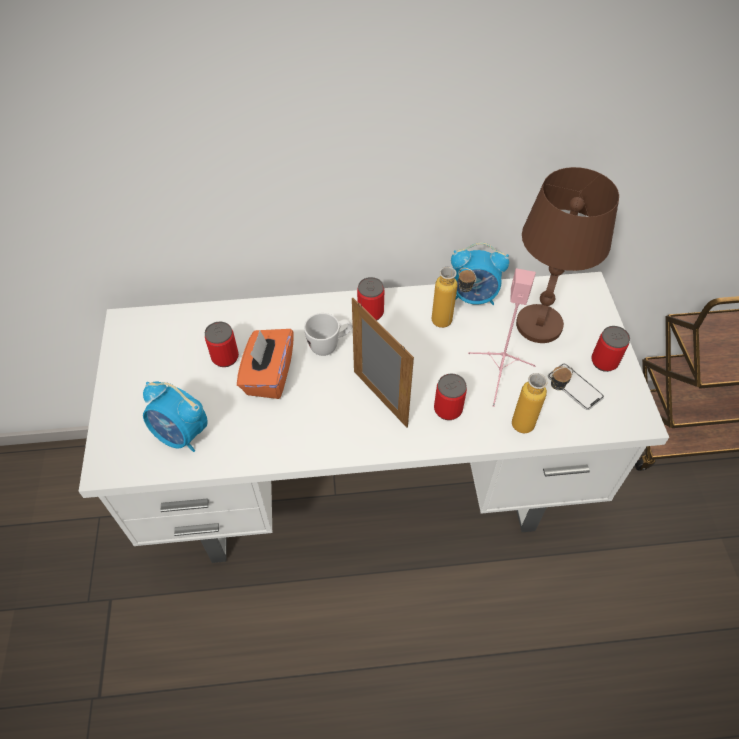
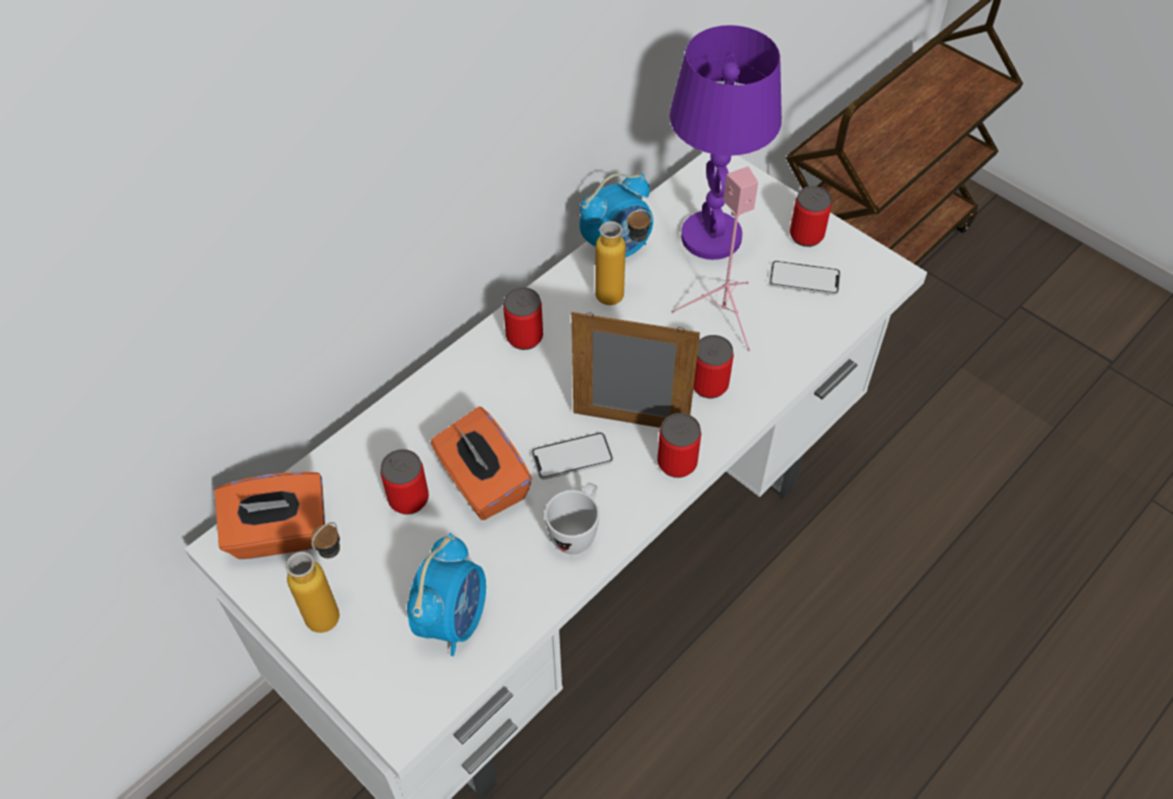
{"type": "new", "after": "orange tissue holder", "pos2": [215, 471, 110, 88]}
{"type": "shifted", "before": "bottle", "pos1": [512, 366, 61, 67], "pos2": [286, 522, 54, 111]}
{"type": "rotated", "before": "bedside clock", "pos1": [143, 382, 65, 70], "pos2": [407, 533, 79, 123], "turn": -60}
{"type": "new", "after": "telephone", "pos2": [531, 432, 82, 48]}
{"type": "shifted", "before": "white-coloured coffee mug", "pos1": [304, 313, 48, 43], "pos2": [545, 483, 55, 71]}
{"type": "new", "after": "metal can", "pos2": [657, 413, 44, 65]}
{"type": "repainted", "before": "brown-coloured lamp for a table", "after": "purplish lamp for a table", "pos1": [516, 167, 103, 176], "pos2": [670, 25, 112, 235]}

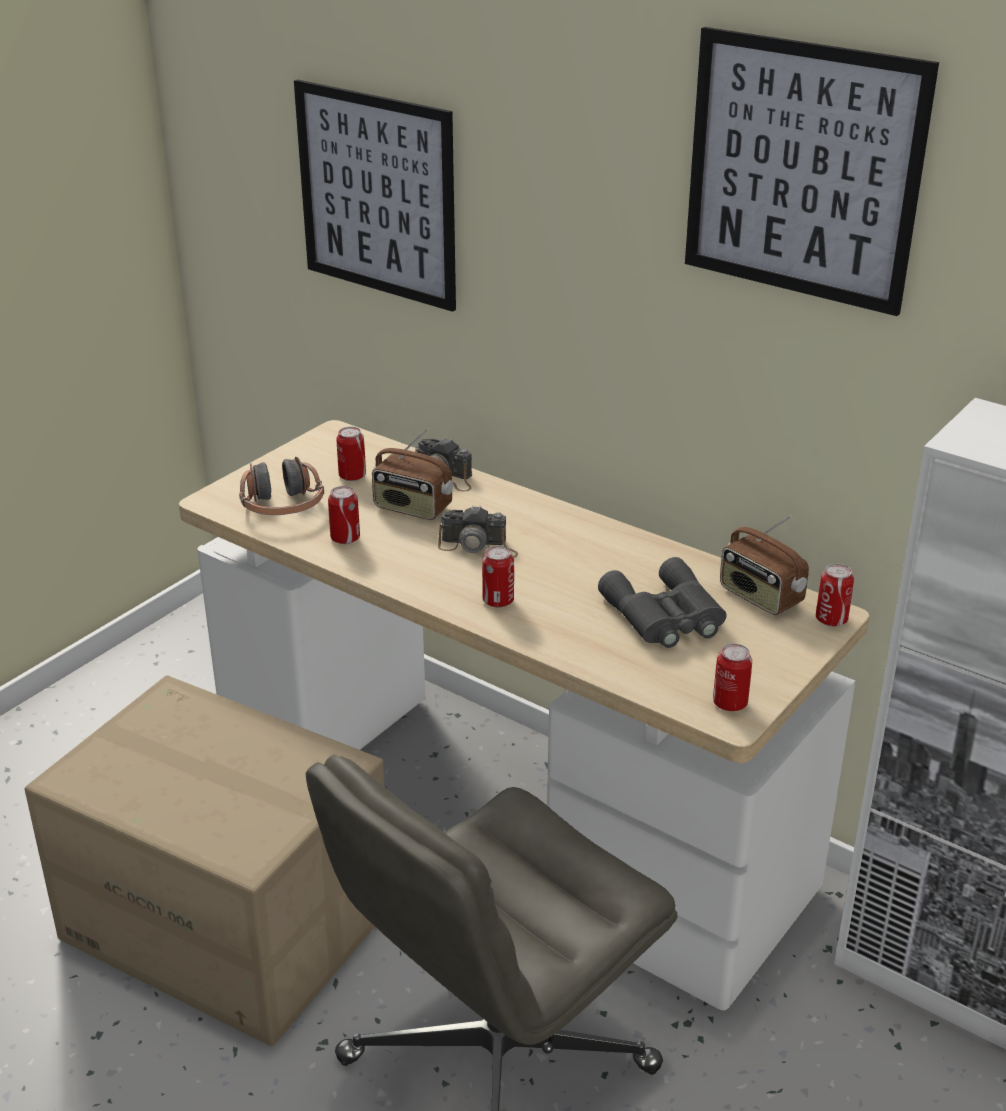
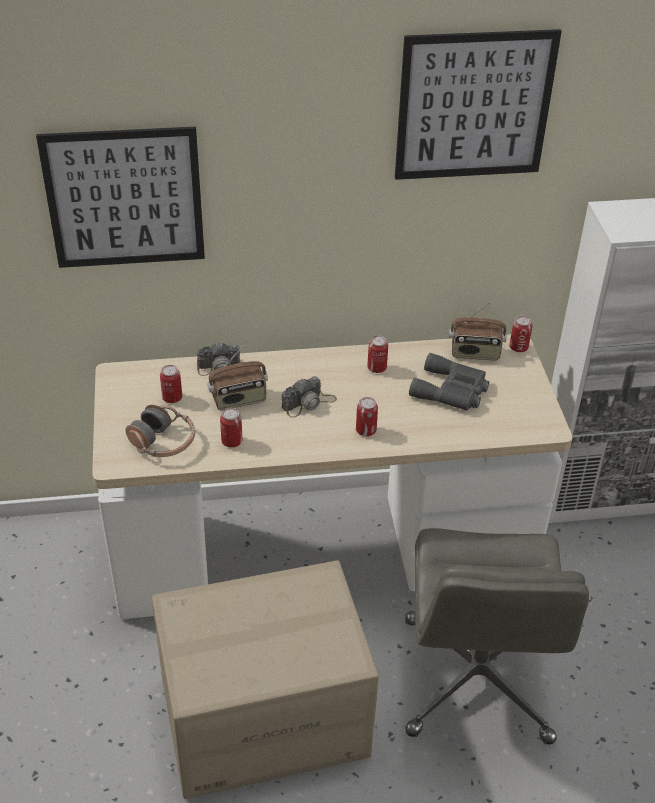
{"type": "shifted", "before": "metal can", "pos1": [713, 644, 39, 67], "pos2": [367, 336, 21, 37]}

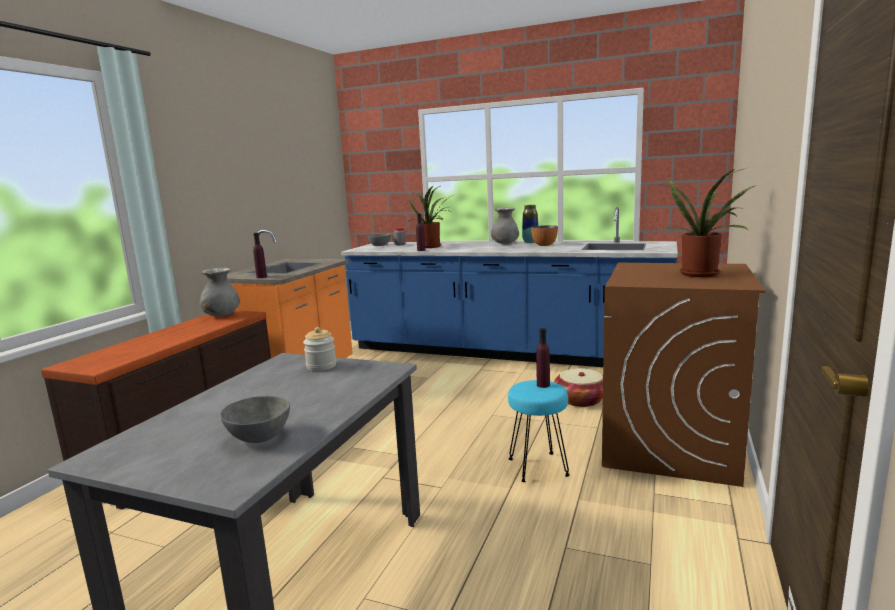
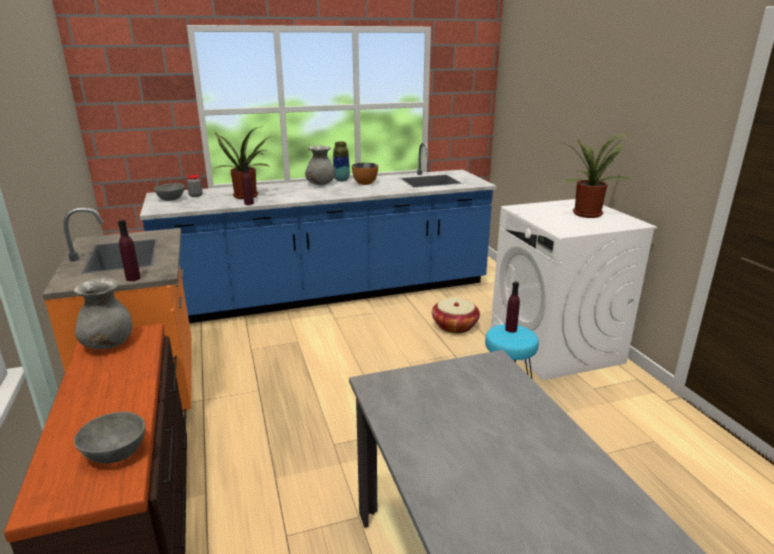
{"type": "shifted", "before": "gray deep dish", "pos1": [220, 396, 70, 47], "pos2": [74, 412, 71, 51]}
{"type": "repainted", "before": "brown-coloured laundry machine", "after": "white-coloured laundry machine", "pos1": [602, 263, 163, 224], "pos2": [491, 199, 166, 181]}
{"type": "gone", "before": "preserve jar", "pos1": [303, 327, 33, 44]}

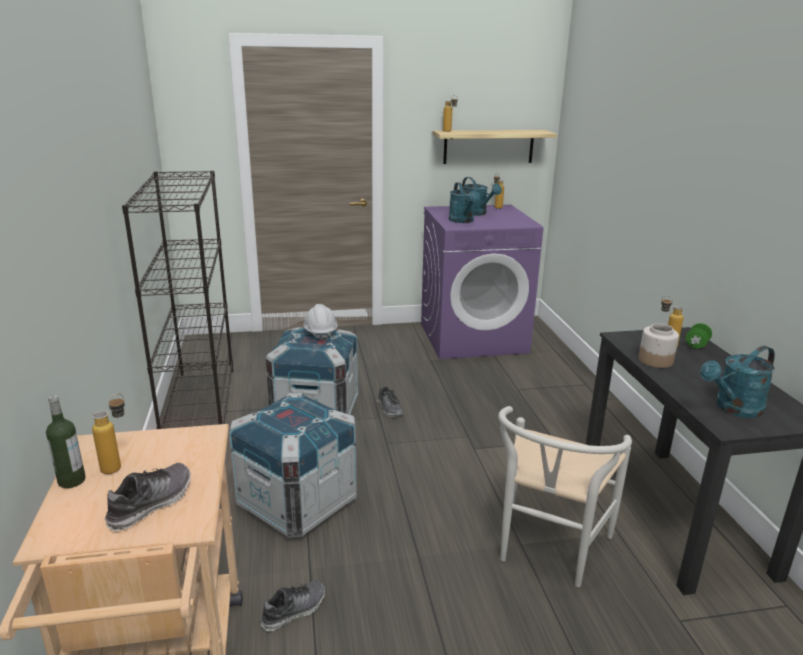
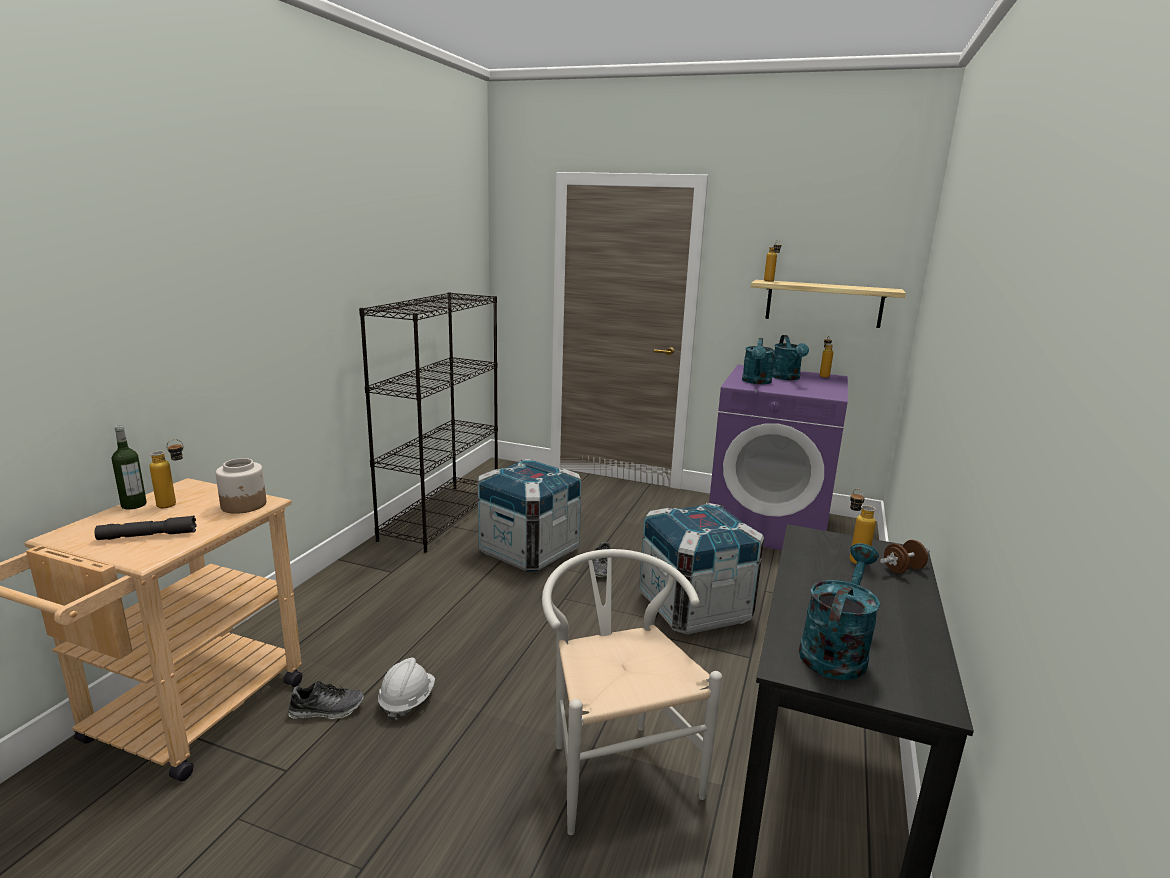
{"type": "swapped", "before": "low shoe", "after": "gray flashlight", "pos1": [105, 463, 86, 68], "pos2": [95, 516, 101, 24]}
{"type": "shifted", "before": "preserve jar", "pos1": [639, 323, 40, 45], "pos2": [216, 458, 50, 56]}
{"type": "shifted", "before": "white-coloured hard hat", "pos1": [304, 304, 34, 37], "pos2": [378, 658, 57, 63]}
{"type": "rotated", "before": "white-coloured plain chair", "pos1": [498, 406, 134, 181], "pos2": [542, 549, 180, 286], "turn": 105}
{"type": "shifted", "before": "shipping crate", "pos1": [229, 393, 128, 145], "pos2": [639, 503, 125, 132]}
{"type": "rotated", "before": "turquoise watering pot", "pos1": [700, 346, 75, 72], "pos2": [799, 543, 81, 137], "turn": 120}
{"type": "repainted", "before": "green-coloured dumbbell", "after": "brown-coloured dumbbell", "pos1": [686, 323, 26, 26], "pos2": [880, 540, 50, 33]}

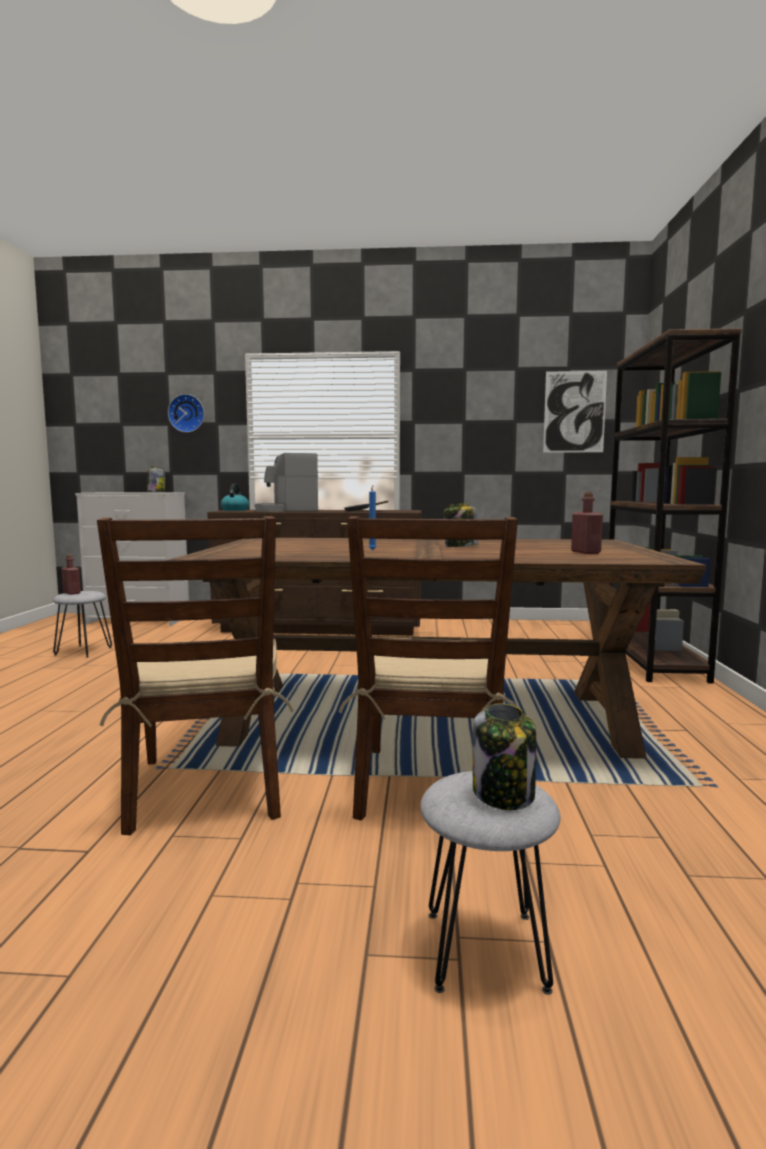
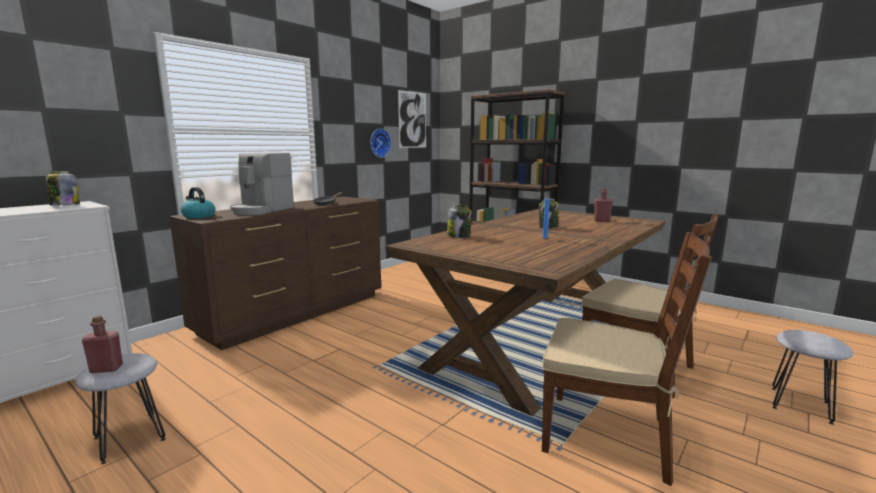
{"type": "shifted", "before": "clock on the wall", "pos1": [168, 394, 36, 39], "pos2": [370, 128, 21, 30]}
{"type": "shifted", "before": "preserve jar", "pos1": [473, 703, 63, 107], "pos2": [447, 205, 25, 33]}

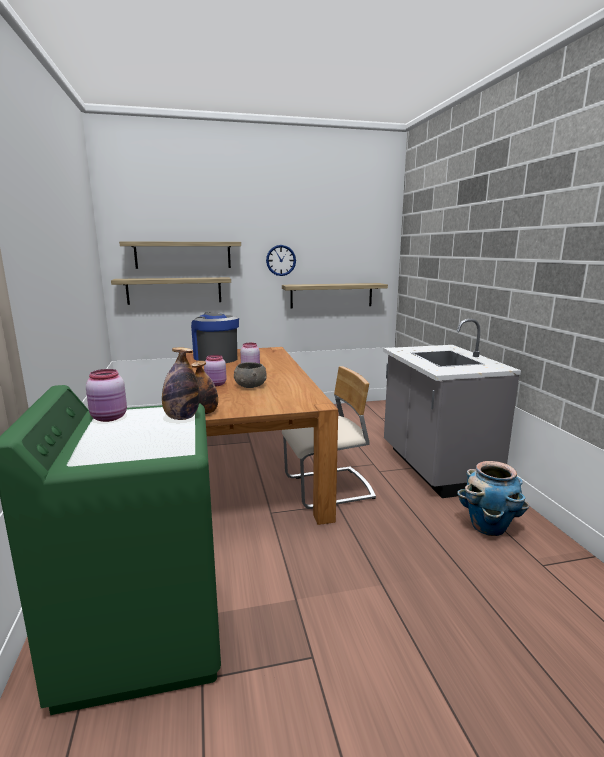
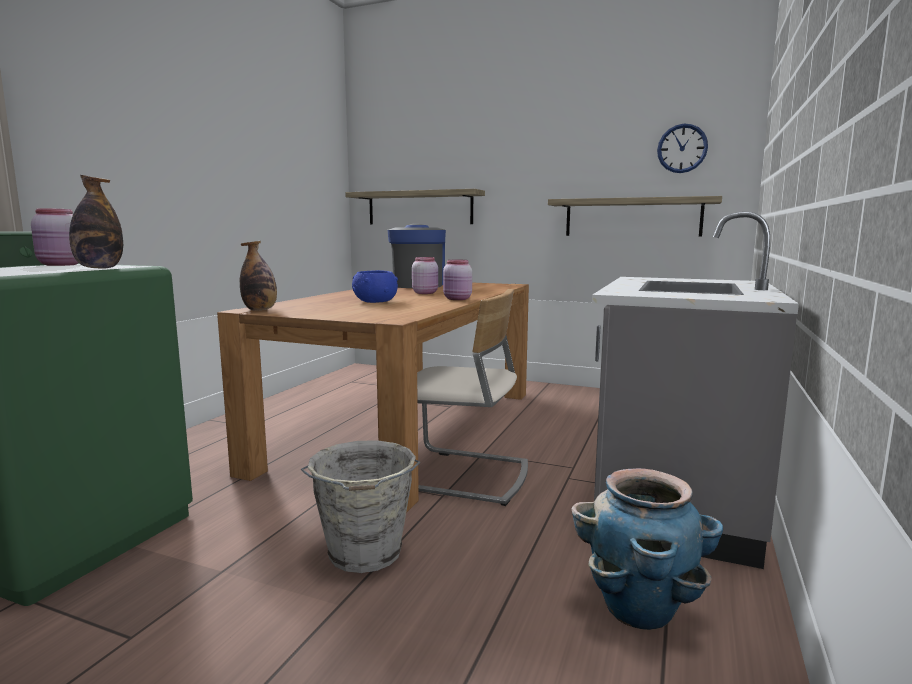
{"type": "new", "after": "gray water bucket", "pos2": [301, 440, 119, 133]}
{"type": "repainted", "before": "gray deep dish", "after": "bluish deep dish", "pos1": [234, 362, 33, 26], "pos2": [352, 270, 46, 33]}
{"type": "shifted", "before": "pinkish preserve jar", "pos1": [204, 355, 22, 32], "pos2": [443, 260, 29, 40]}
{"type": "shifted", "before": "clock on the wall", "pos1": [266, 245, 30, 31], "pos2": [657, 124, 51, 49]}
{"type": "gone", "before": "shelf", "pos1": [119, 241, 122, 28]}

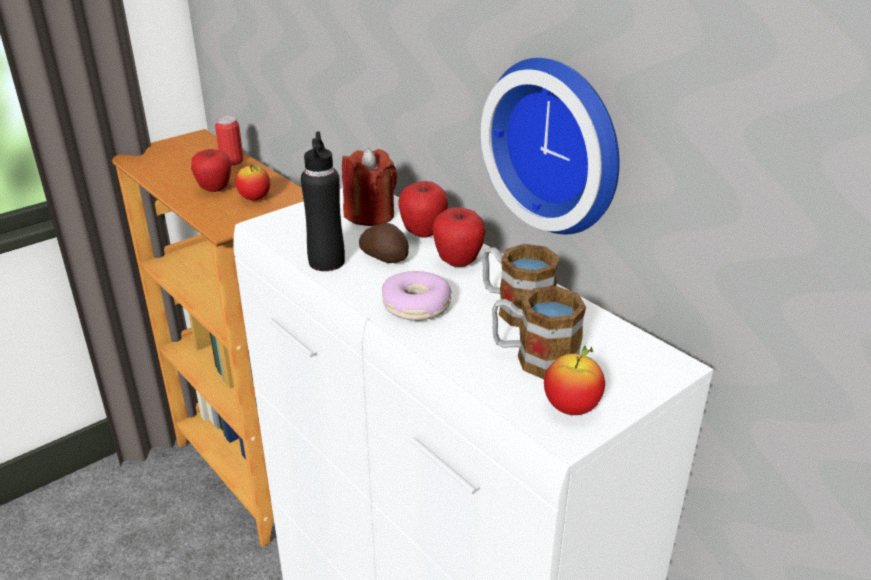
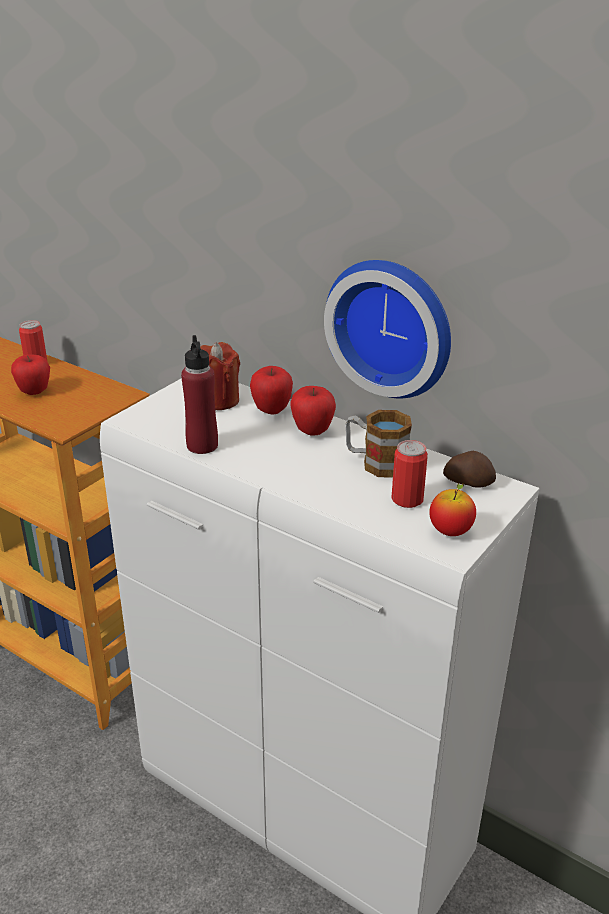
{"type": "repainted", "before": "black-coloured bottle", "after": "red bottle", "pos1": [301, 131, 44, 140], "pos2": [181, 335, 37, 119]}
{"type": "swapped", "before": "coffee mug", "after": "metal can", "pos1": [492, 286, 94, 93], "pos2": [391, 440, 37, 68]}
{"type": "shifted", "before": "whole potato", "pos1": [359, 223, 50, 40], "pos2": [443, 451, 53, 37]}
{"type": "gone", "before": "whole apple", "pos1": [235, 164, 35, 36]}
{"type": "gone", "before": "ring doughnut", "pos1": [382, 271, 70, 50]}

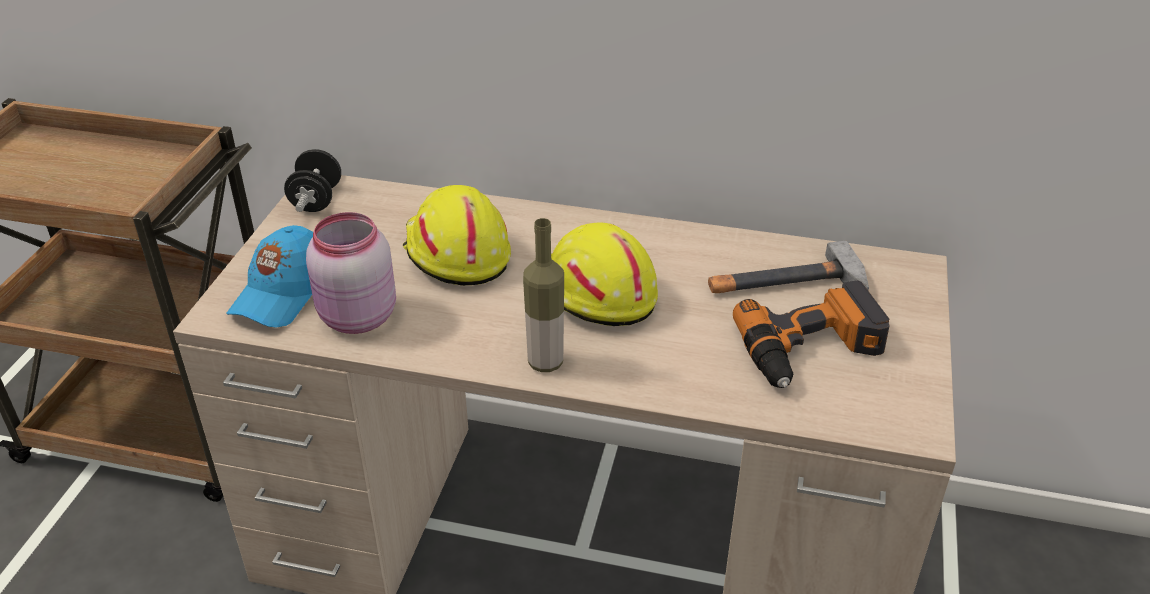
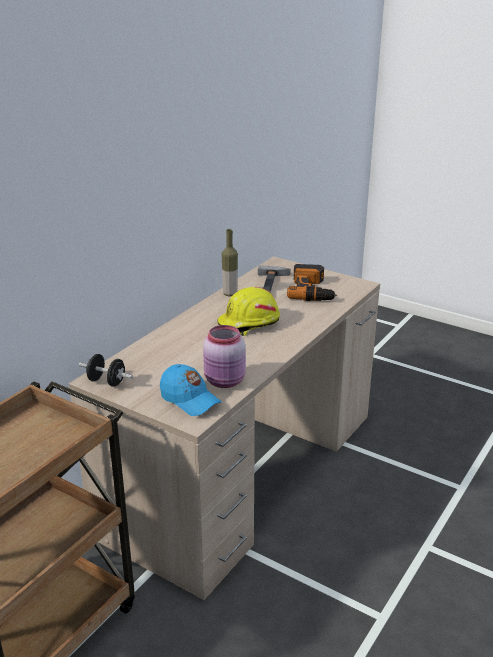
{"type": "shifted", "before": "bottle", "pos1": [523, 218, 41, 154], "pos2": [222, 229, 16, 68]}
{"type": "gone", "before": "yellow-coloured hard hat", "pos1": [403, 185, 108, 101]}

